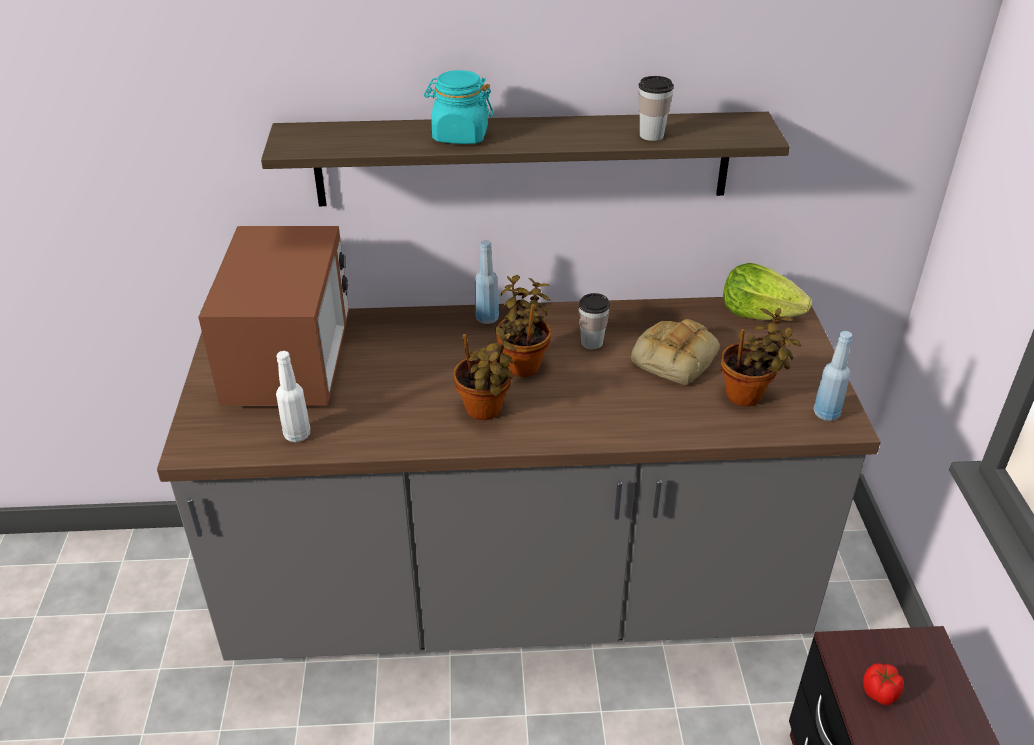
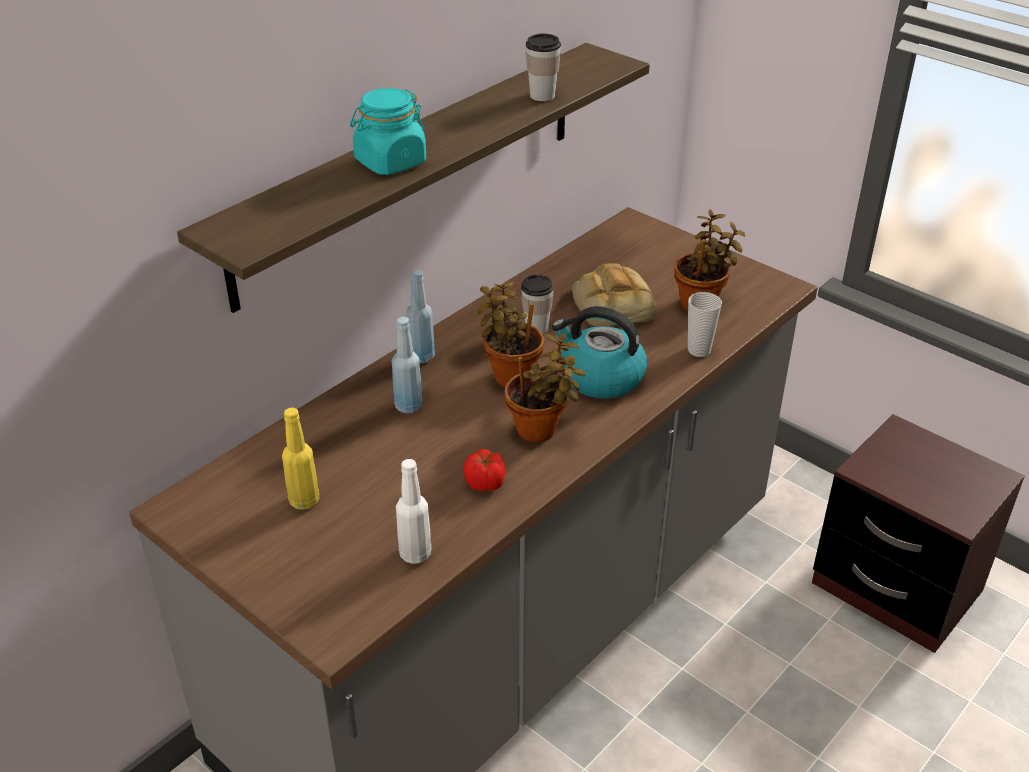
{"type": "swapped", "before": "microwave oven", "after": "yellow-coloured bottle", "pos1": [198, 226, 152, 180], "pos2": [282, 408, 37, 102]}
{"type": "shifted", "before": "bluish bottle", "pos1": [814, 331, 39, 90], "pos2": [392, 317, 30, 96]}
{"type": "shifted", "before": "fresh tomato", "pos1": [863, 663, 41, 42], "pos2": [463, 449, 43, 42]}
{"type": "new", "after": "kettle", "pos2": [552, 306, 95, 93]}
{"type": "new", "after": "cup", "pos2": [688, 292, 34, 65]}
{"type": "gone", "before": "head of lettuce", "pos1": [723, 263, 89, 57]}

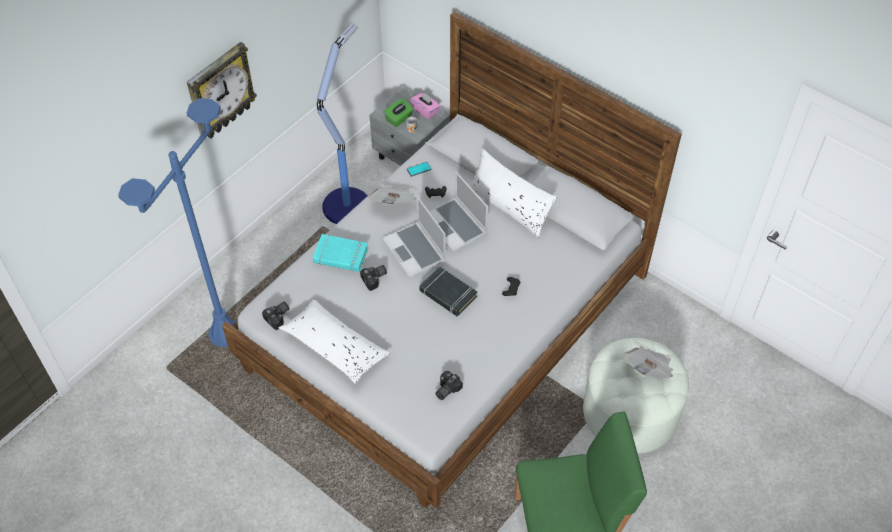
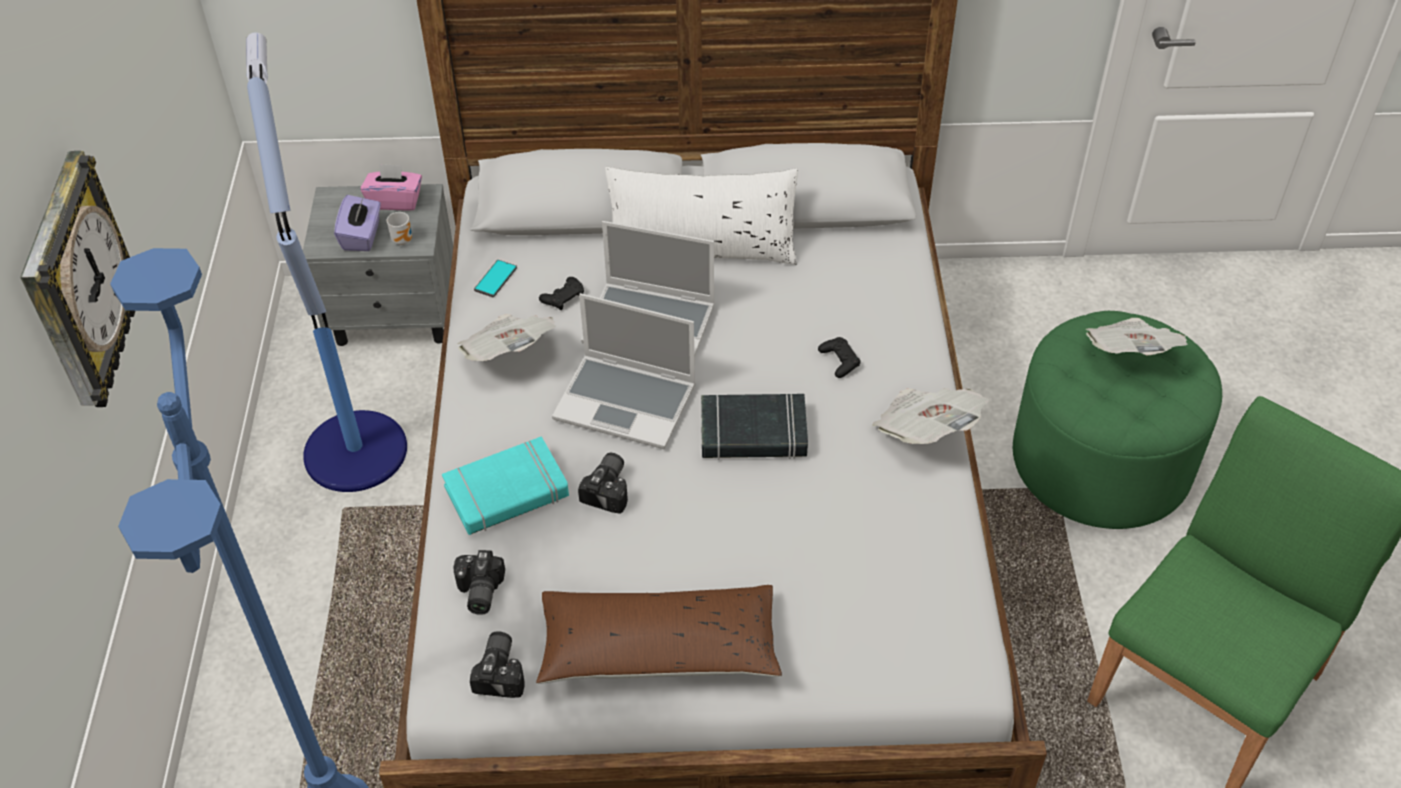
{"type": "repainted", "before": "green-coloured tissue holder", "after": "purplish tissue holder", "pos1": [384, 98, 30, 29], "pos2": [334, 195, 47, 56]}
{"type": "shifted", "before": "photo camera", "pos1": [435, 371, 28, 29], "pos2": [454, 550, 51, 65]}
{"type": "repainted", "before": "white-coloured throw pillow", "after": "brown-coloured throw pillow", "pos1": [278, 300, 112, 84], "pos2": [536, 585, 246, 99]}
{"type": "new", "after": "daily paper", "pos2": [872, 388, 117, 56]}
{"type": "repainted", "before": "white-coloured footrest", "after": "green-coloured footrest", "pos1": [583, 338, 106, 116], "pos2": [1013, 311, 209, 218]}

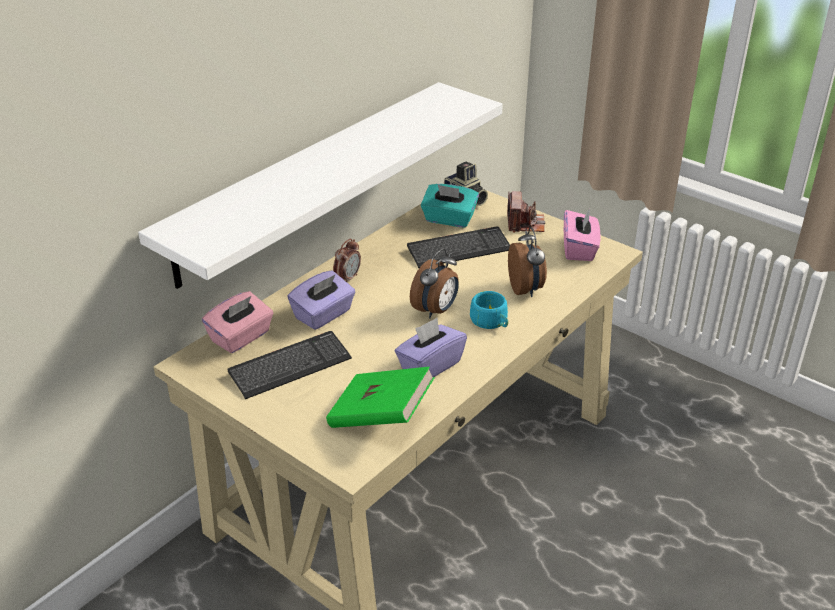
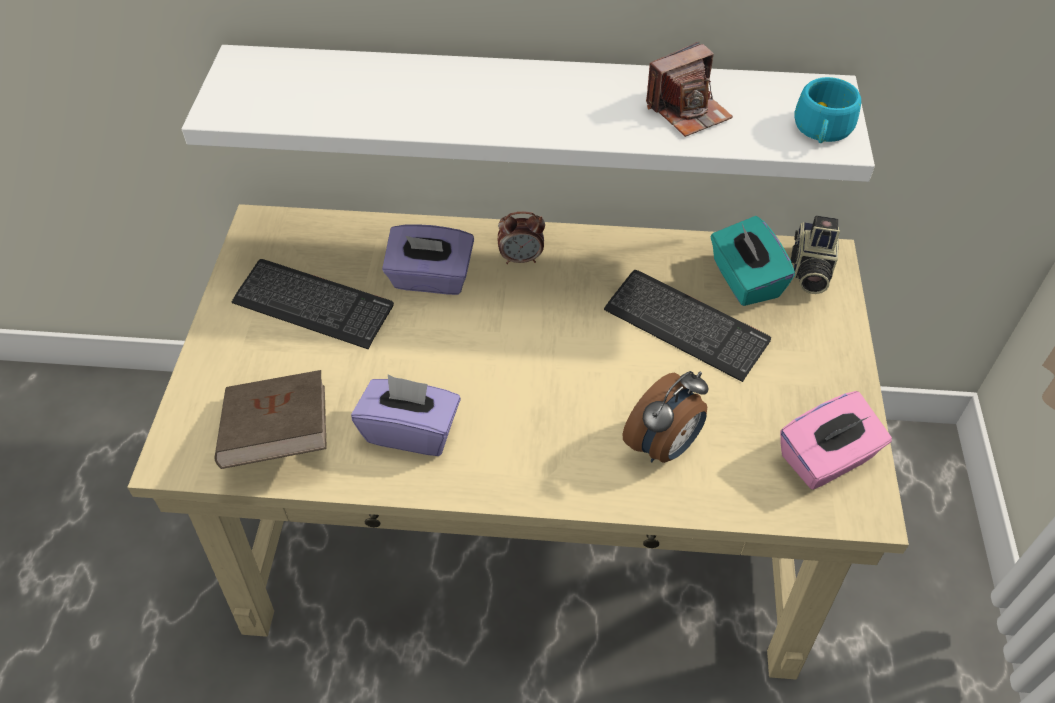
{"type": "repainted", "before": "green-coloured volume", "after": "brown-coloured volume", "pos1": [326, 367, 109, 61], "pos2": [214, 370, 113, 99]}
{"type": "shifted", "before": "photo camera", "pos1": [507, 191, 38, 42], "pos2": [646, 42, 87, 95]}
{"type": "shifted", "before": "turquoise cup", "pos1": [470, 291, 38, 38], "pos2": [794, 77, 67, 66]}
{"type": "gone", "before": "pinkish tissue holder", "pos1": [202, 291, 72, 62]}
{"type": "gone", "before": "bedside clock", "pos1": [410, 249, 49, 69]}

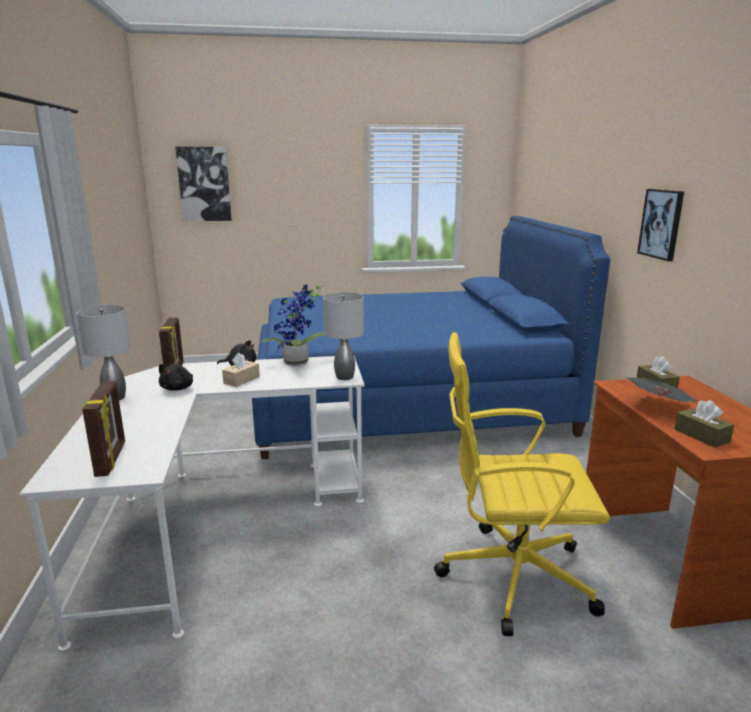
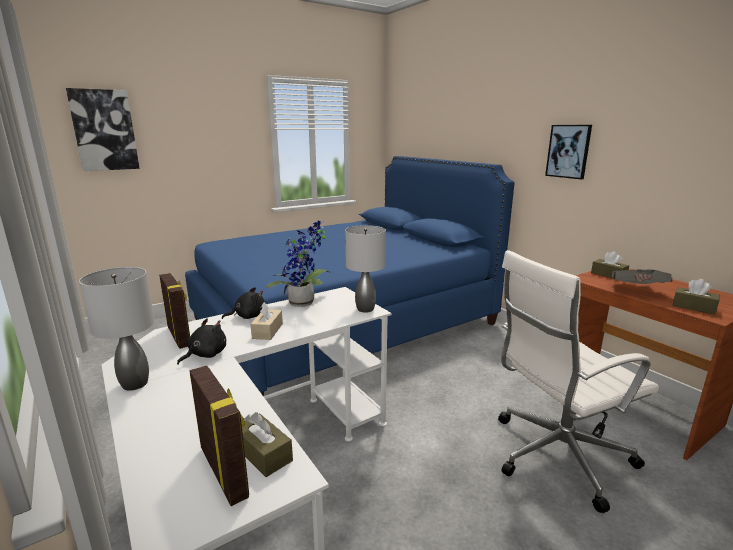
{"type": "rotated", "before": "black-coloured plush toy", "pos1": [159, 364, 34, 27], "pos2": [177, 319, 49, 46], "turn": -135}
{"type": "new", "after": "brown-coloured tissue holder", "pos2": [242, 412, 51, 65]}
{"type": "repainted", "before": "yellow-coloured office chair", "after": "white-coloured office chair", "pos1": [434, 332, 176, 304], "pos2": [498, 250, 161, 264]}

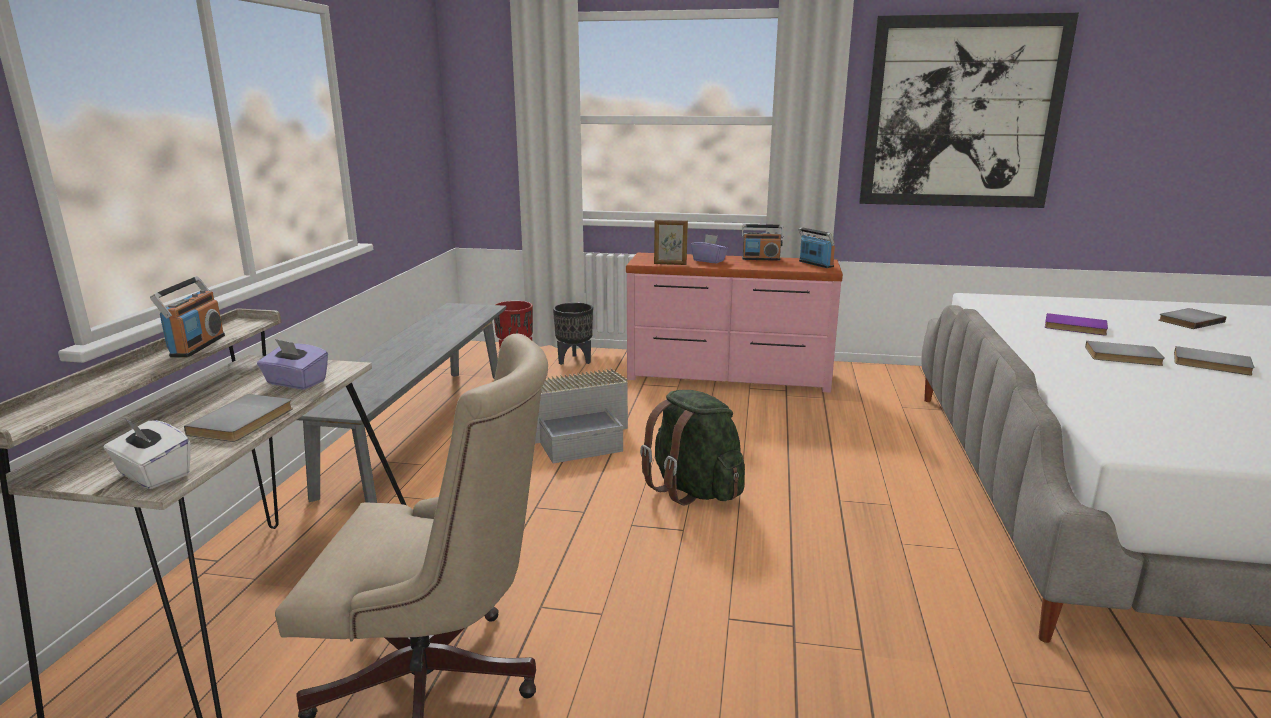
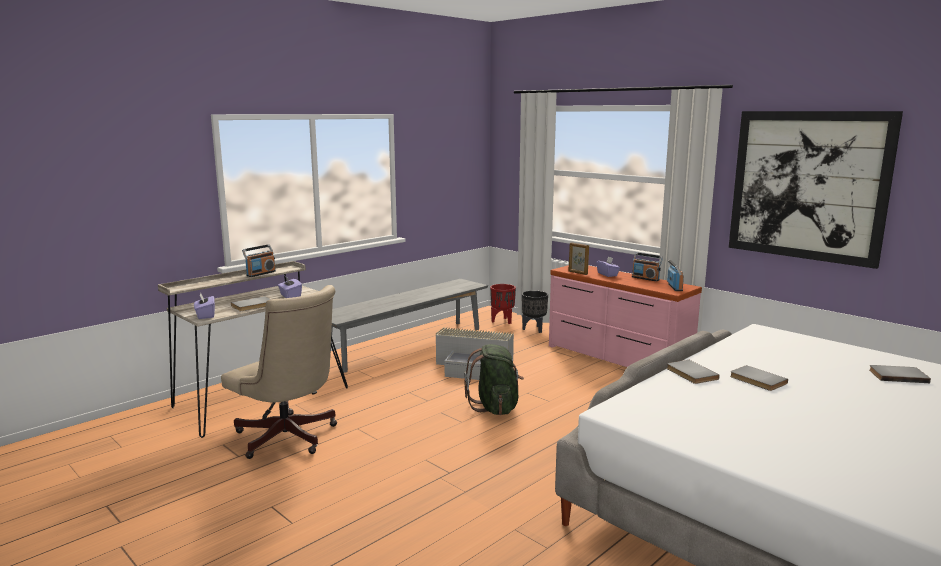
{"type": "repainted", "before": "white-coloured tissue holder", "after": "purplish tissue holder", "pos1": [103, 419, 88, 70], "pos2": [194, 293, 21, 26]}
{"type": "shifted", "before": "gray volume", "pos1": [1174, 346, 80, 29], "pos2": [667, 360, 52, 24]}
{"type": "gone", "before": "purplish volume", "pos1": [1045, 313, 63, 23]}

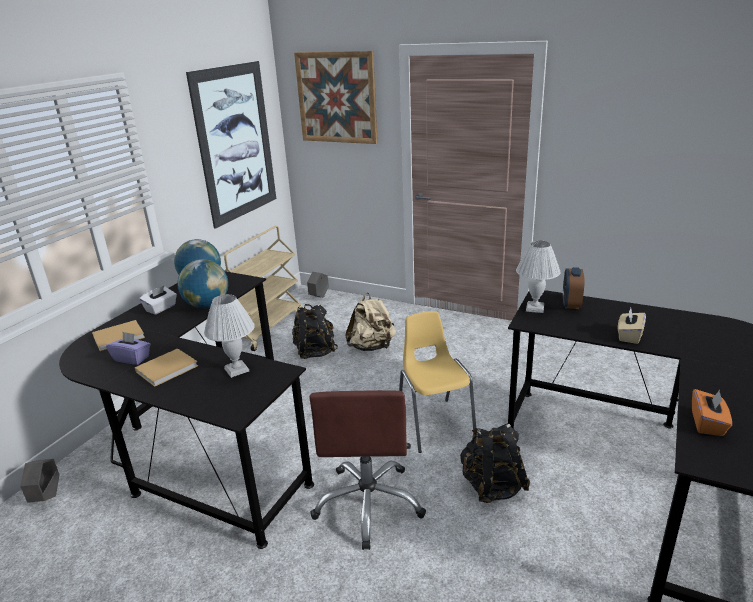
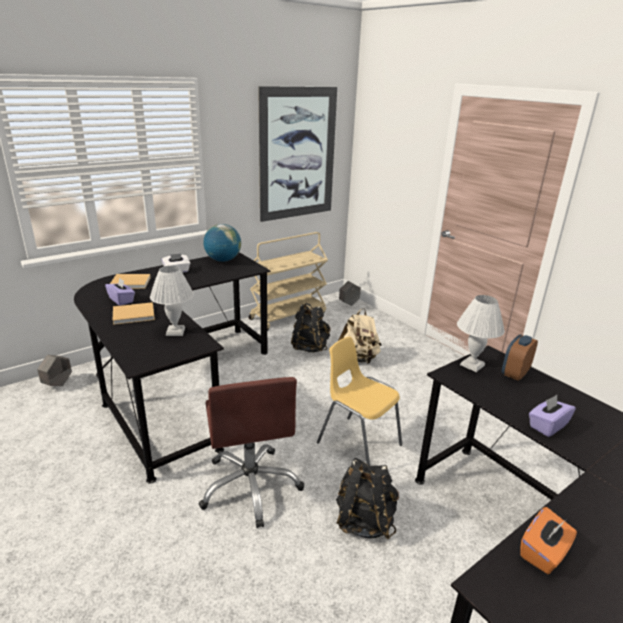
{"type": "rotated", "before": "brown-coloured office chair", "pos1": [309, 390, 117, 160], "pos2": [199, 377, 105, 151], "turn": -45}
{"type": "rotated", "before": "yellow-coloured plain chair", "pos1": [399, 311, 77, 142], "pos2": [317, 337, 85, 129], "turn": -60}
{"type": "repainted", "before": "beige-coloured tissue holder", "after": "purplish tissue holder", "pos1": [618, 308, 28, 36], "pos2": [529, 395, 47, 42]}
{"type": "gone", "before": "world globe", "pos1": [177, 259, 51, 49]}
{"type": "gone", "before": "wall picture", "pos1": [294, 51, 84, 93]}

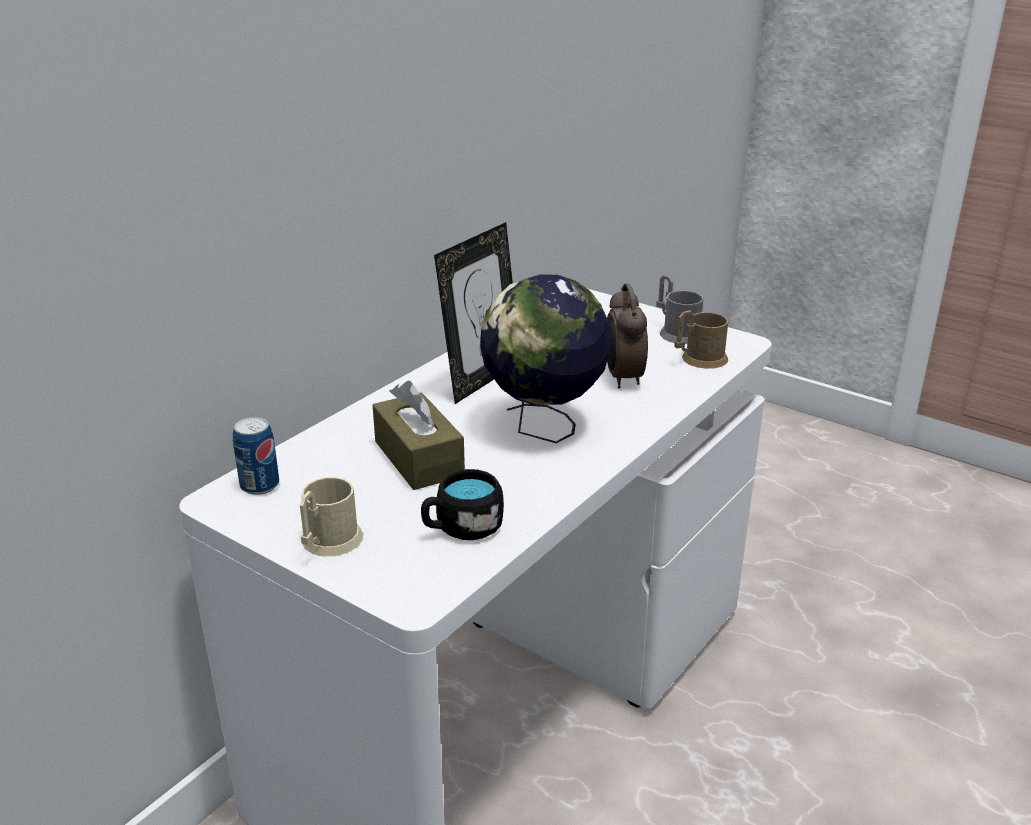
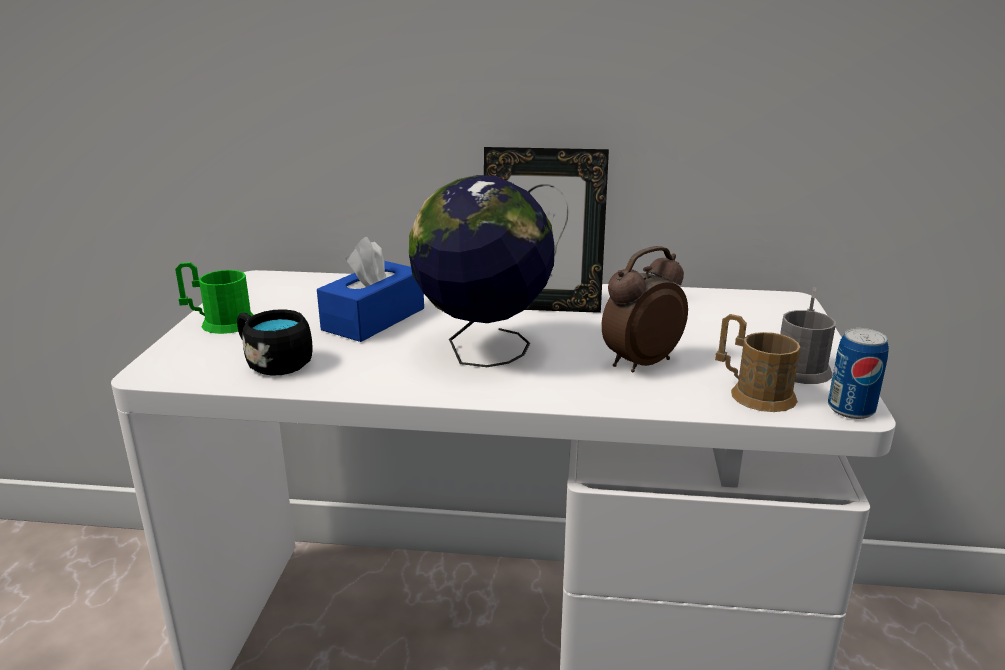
{"type": "repainted", "before": "beige-coloured coffee mug", "after": "green-coloured coffee mug", "pos1": [300, 477, 63, 79], "pos2": [175, 262, 78, 72]}
{"type": "repainted", "before": "brown-coloured tissue holder", "after": "bluish tissue holder", "pos1": [373, 381, 92, 109], "pos2": [317, 237, 107, 105]}
{"type": "shifted", "before": "metal can", "pos1": [233, 417, 46, 78], "pos2": [828, 328, 61, 91]}

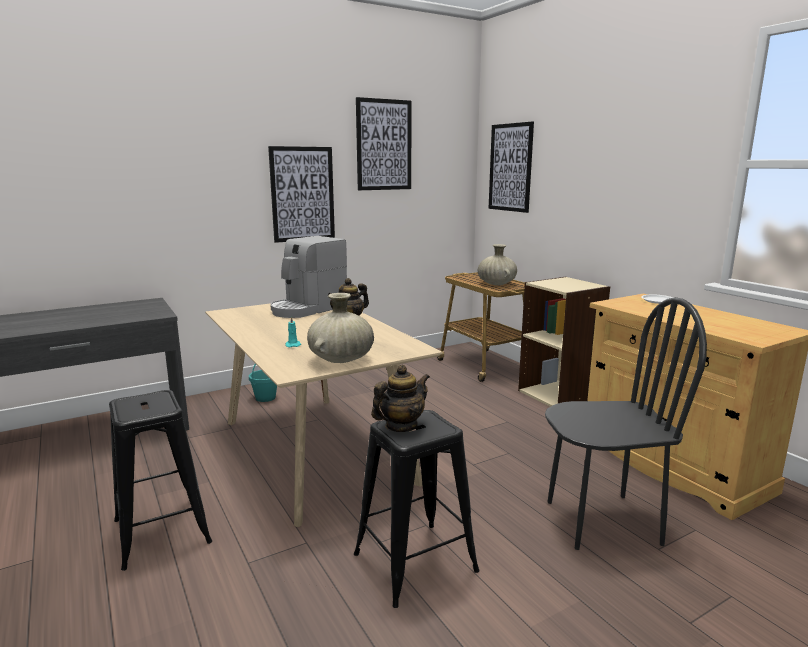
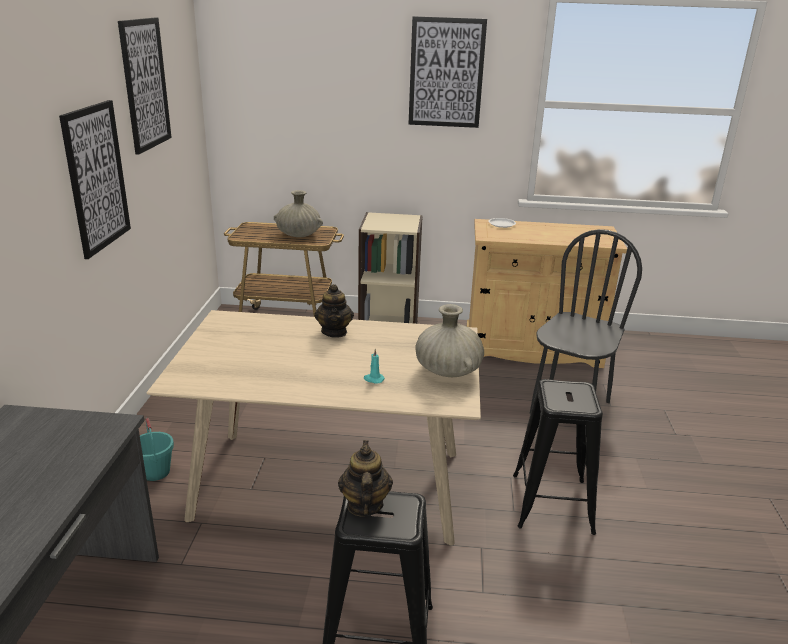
{"type": "shifted", "before": "pot for tea", "pos1": [371, 365, 59, 67], "pos2": [338, 440, 55, 77]}
{"type": "shifted", "before": "wall picture", "pos1": [488, 121, 46, 92], "pos2": [409, 16, 78, 112]}
{"type": "gone", "before": "coffee maker", "pos1": [270, 236, 77, 82]}

